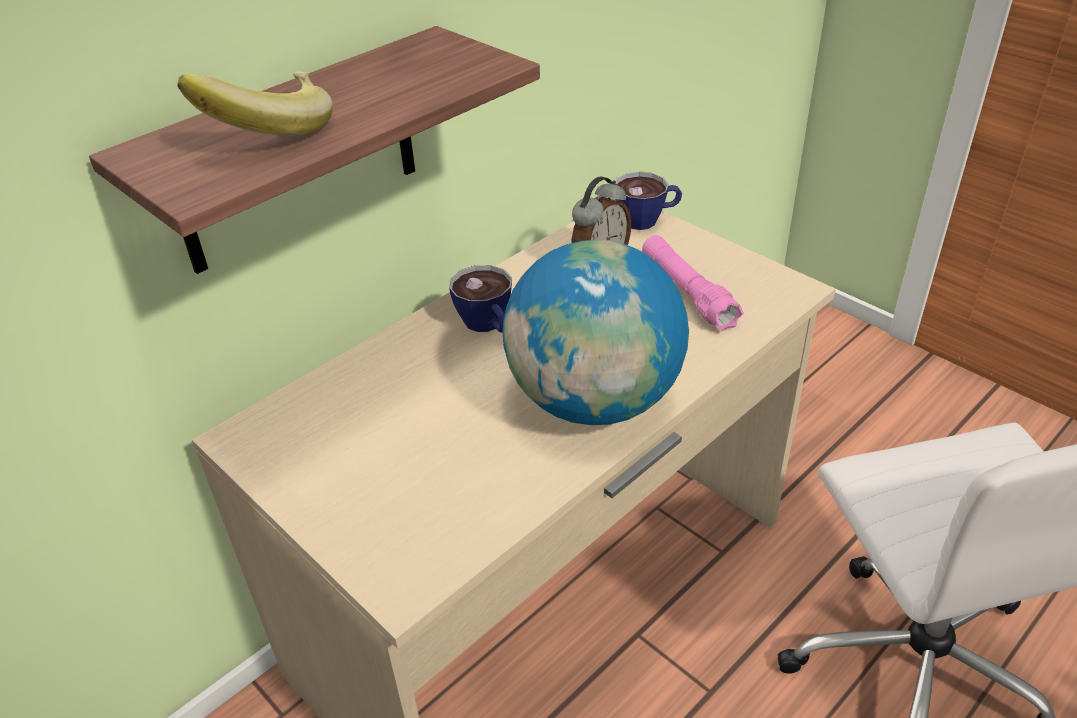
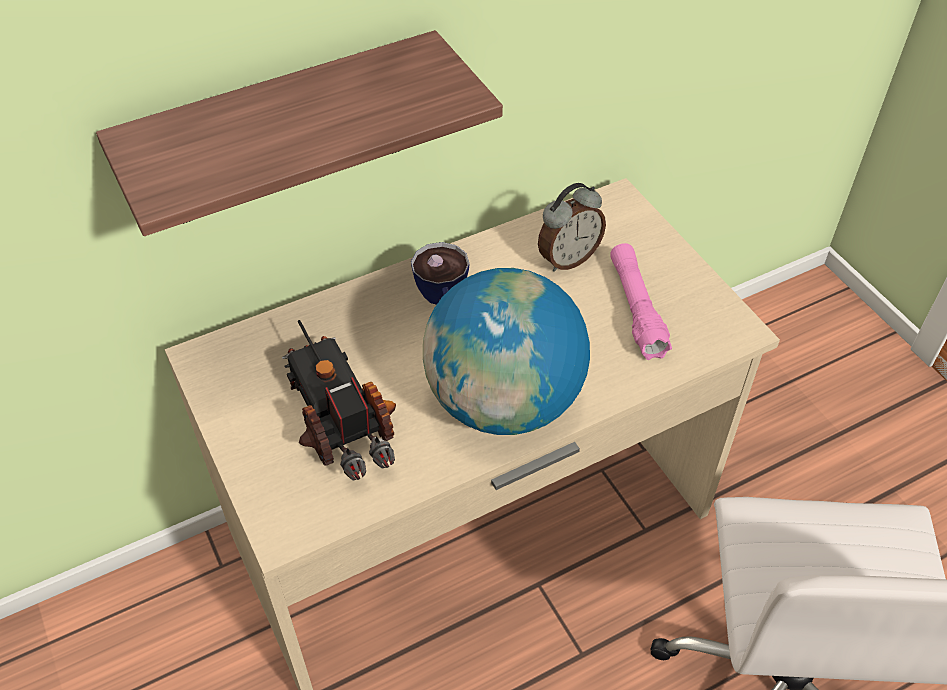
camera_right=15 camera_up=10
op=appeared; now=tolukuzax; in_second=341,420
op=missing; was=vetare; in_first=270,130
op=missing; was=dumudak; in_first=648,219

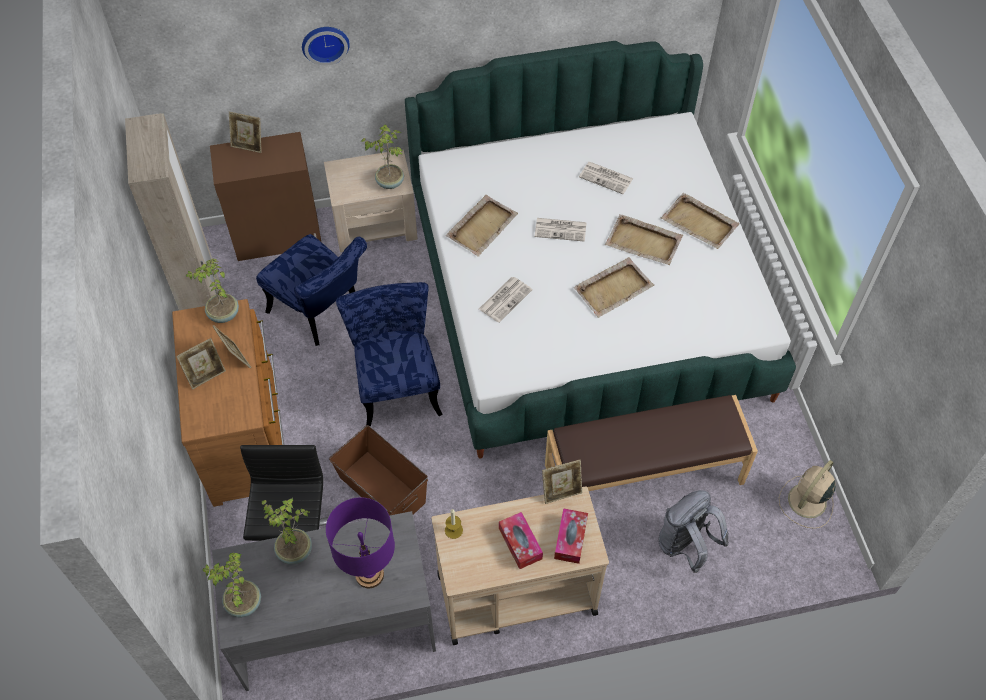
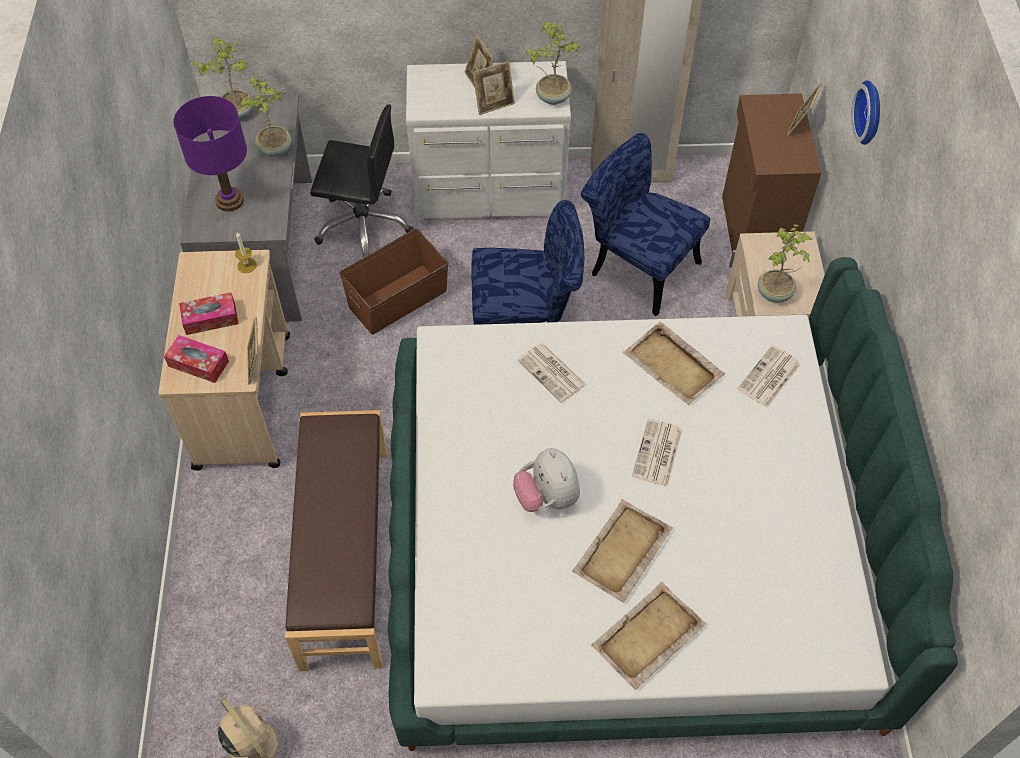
camera_right=100 camera_up=0
op=colour; was=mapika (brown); now=mapika (white); in_first=246,435; in_second=490,194
op=exchanged; was=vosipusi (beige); now=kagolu; in_first=614,288; in_second=547,497
op=spun; was=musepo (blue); in_first=321,313; in_second=636,265; clockwise=75
op=relocated; was=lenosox; in_first=606,178; in_second=769,377
op=missing; was=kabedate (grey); in_first=685,546

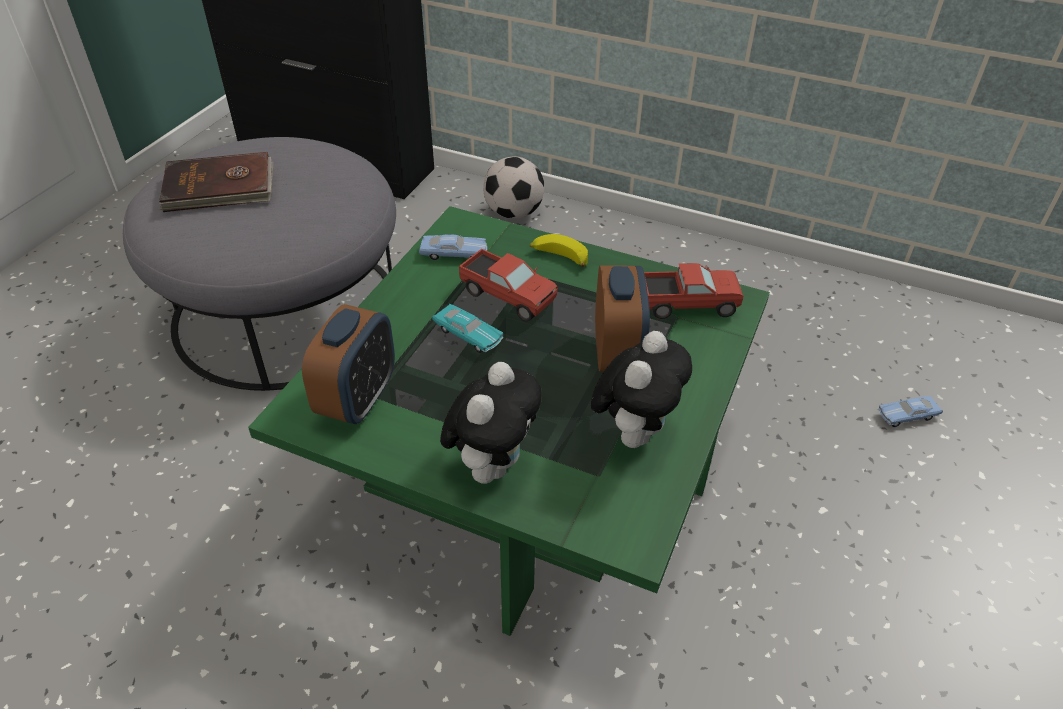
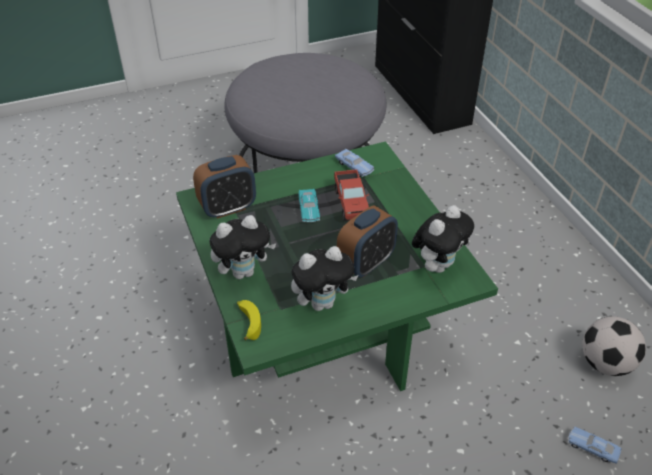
camera_right=45 camera_up=0
op=relocated; was=vetare; in_first=558,257; in_second=248,322
op=exchanged; was=tolukuzax; now=kagolu; in_first=687,305; in_second=438,265
op=relocated; was=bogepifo; in_first=513,213; in_second=605,363
op=missing; was=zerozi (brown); in_first=220,187

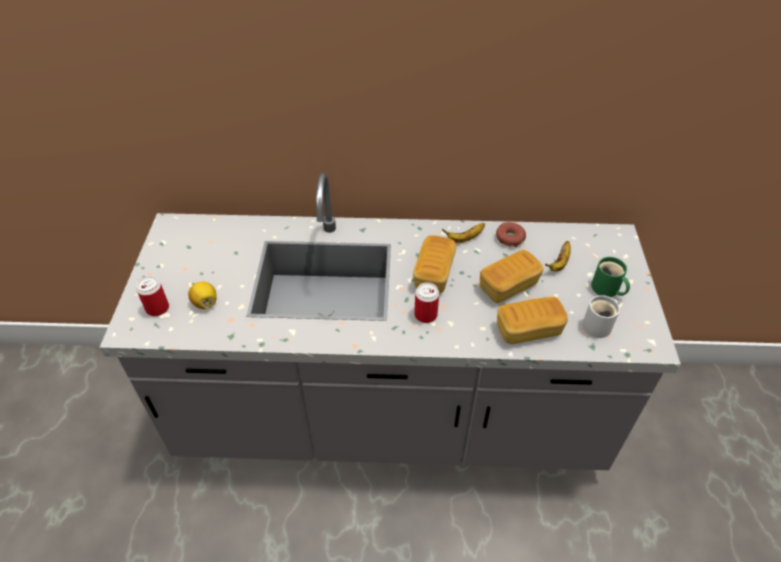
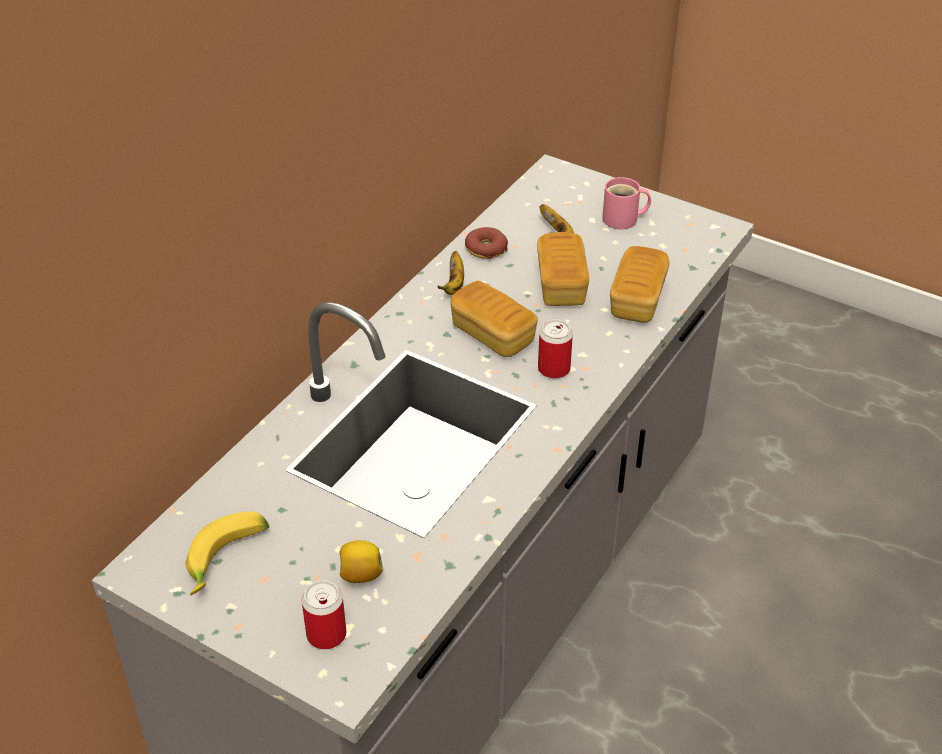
camera_right=-60 camera_up=-5
op=appeared; now=vetare; in_second=228,560
op=colour; was=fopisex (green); now=fopisex (pink); in_first=606,289; in_second=623,219
op=missing; was=fopisex (white); in_first=599,326

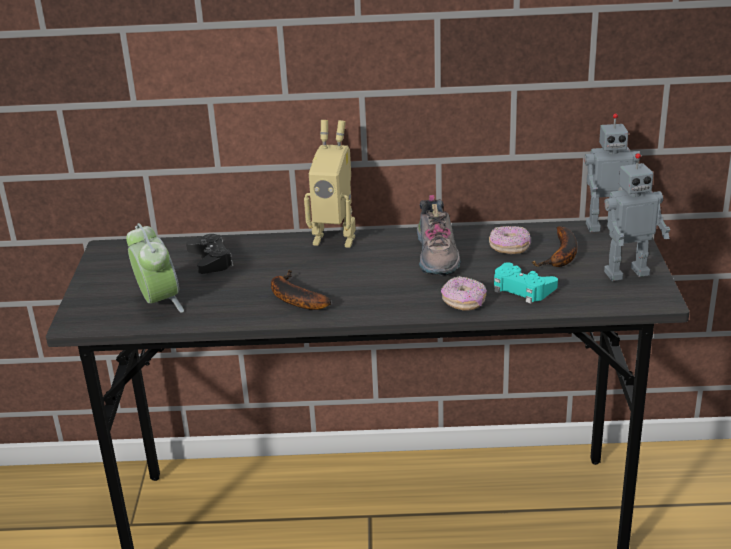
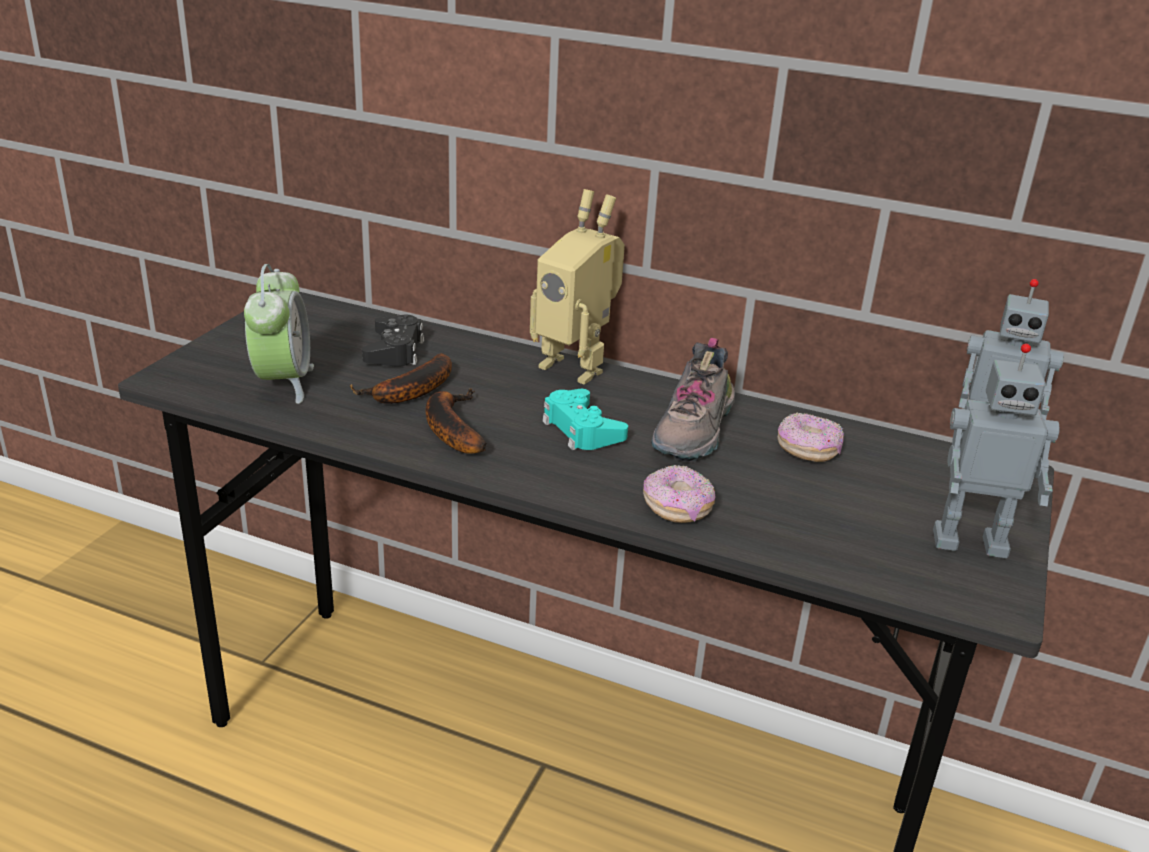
camera_right=20 camera_up=0
op=relocated; was=vetare; in_first=561,256; in_second=410,392
op=relocated; was=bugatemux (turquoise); in_first=522,289; in_second=581,429

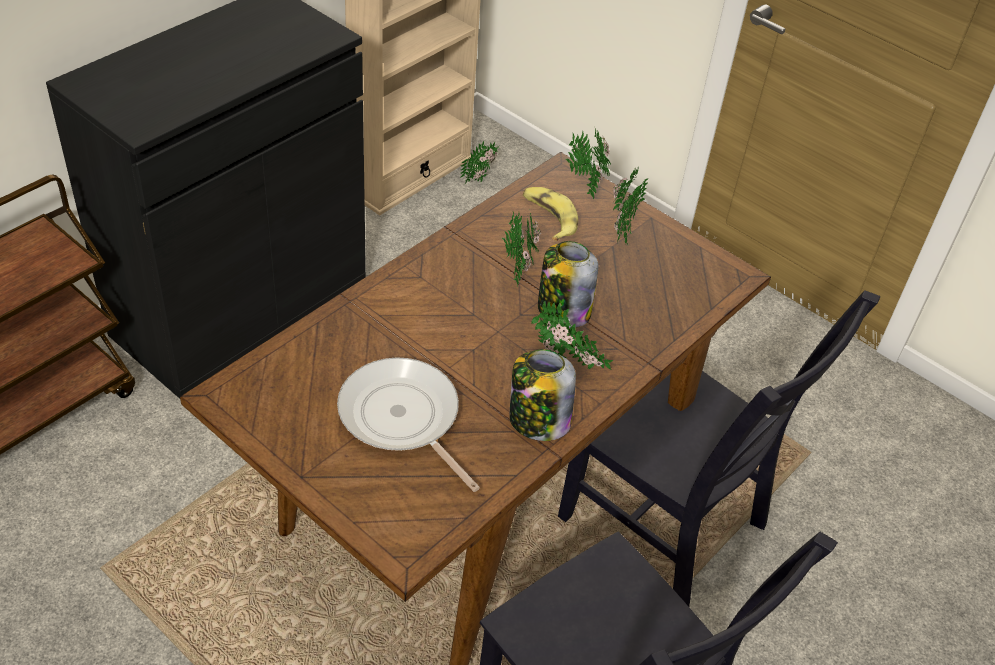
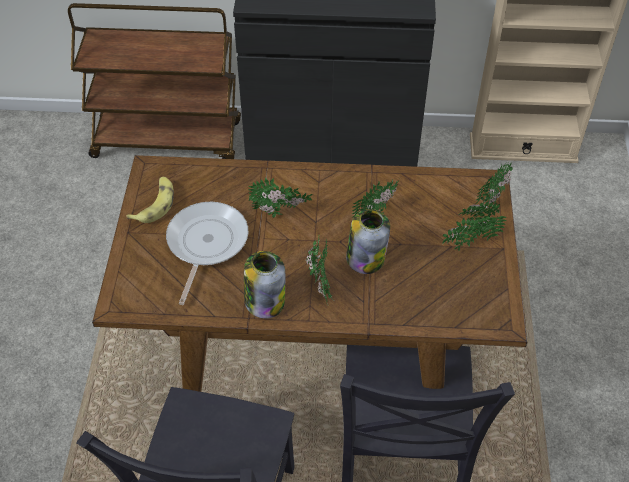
camera_right=55 camera_up=5
op=relocated; was=vetare; in_first=548,218; in_second=155,204
op=relocated; was=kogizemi; in_first=481,178; in_second=280,214

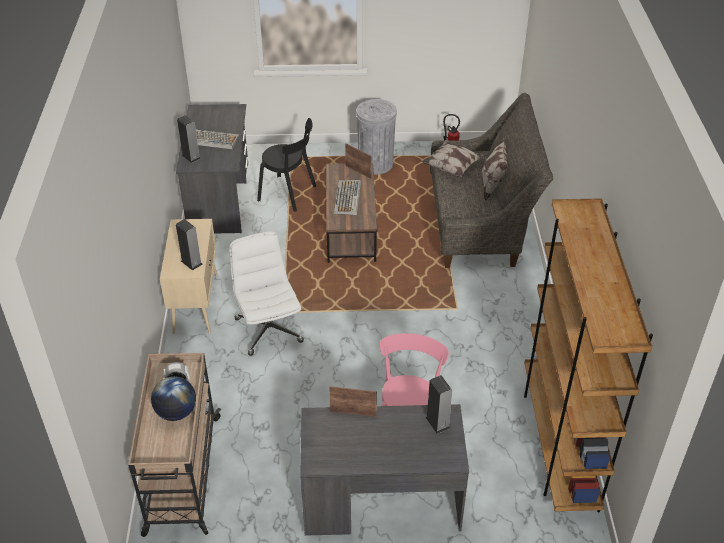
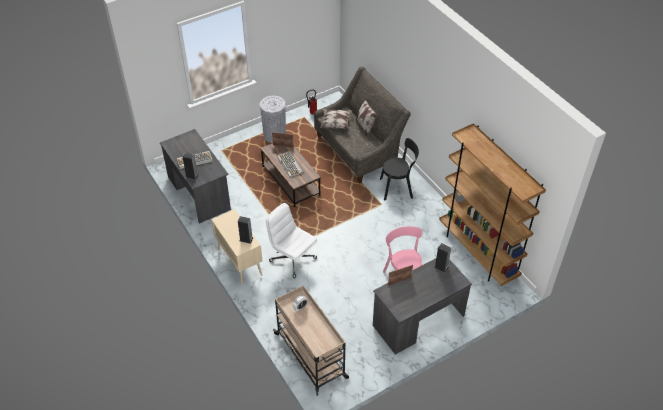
camera_right=-30 camera_up=5
op=relocated; was=musepo (black); in_first=289,194; in_second=398,188
op=missing; was=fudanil; in_first=176,412

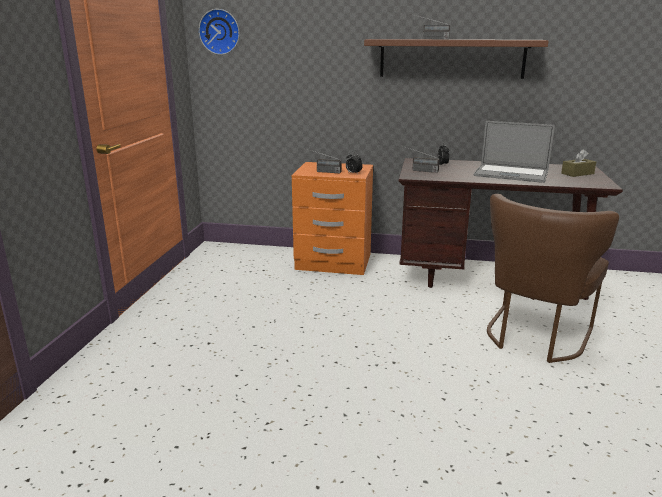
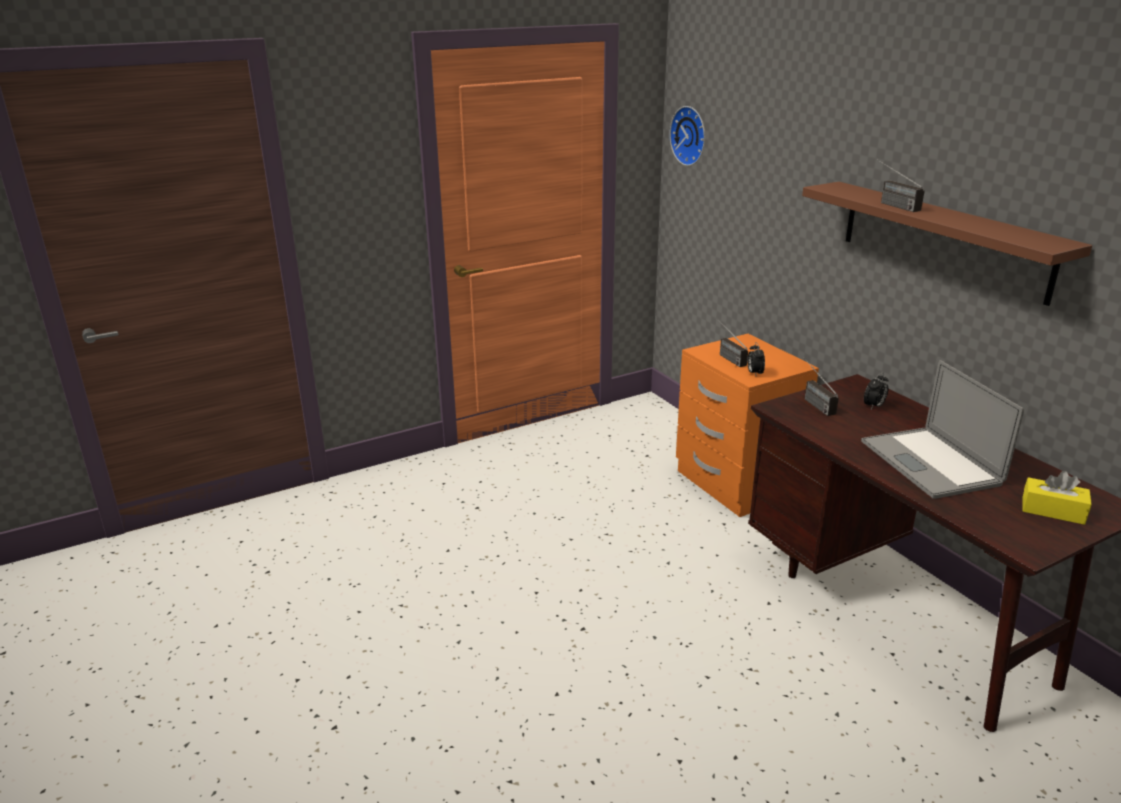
camera_right=50 camera_up=5
op=colour; was=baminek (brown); now=baminek (yellow); in_first=577,173; in_second=1052,510
op=missing; was=musepo (brown); in_first=534,337

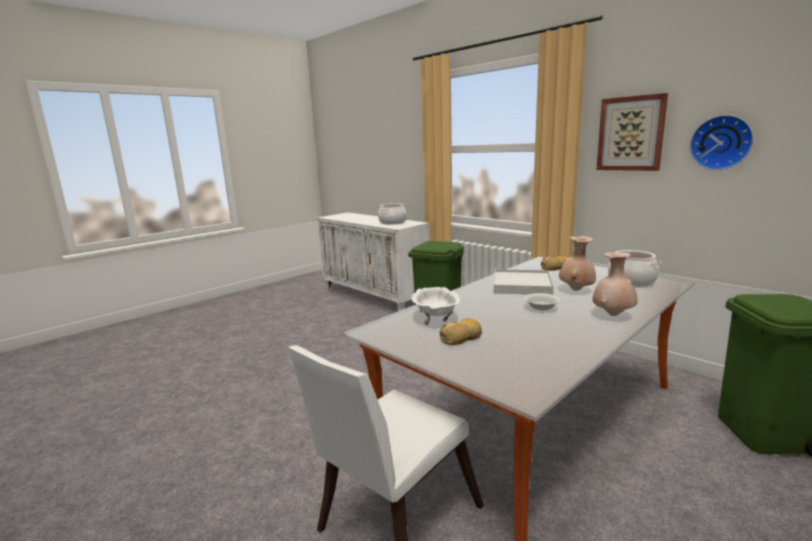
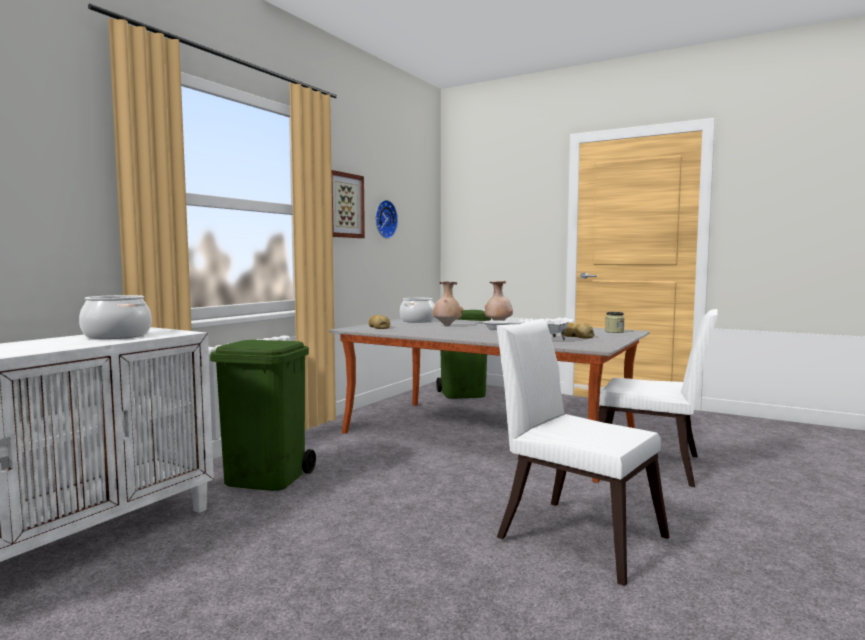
camera_right=-105 camera_up=-10
op=appeared; now=musepo (white); in_second=573,534
op=appeared; now=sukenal; in_second=614,331
op=missing; was=vosipusi (white); in_first=521,285

